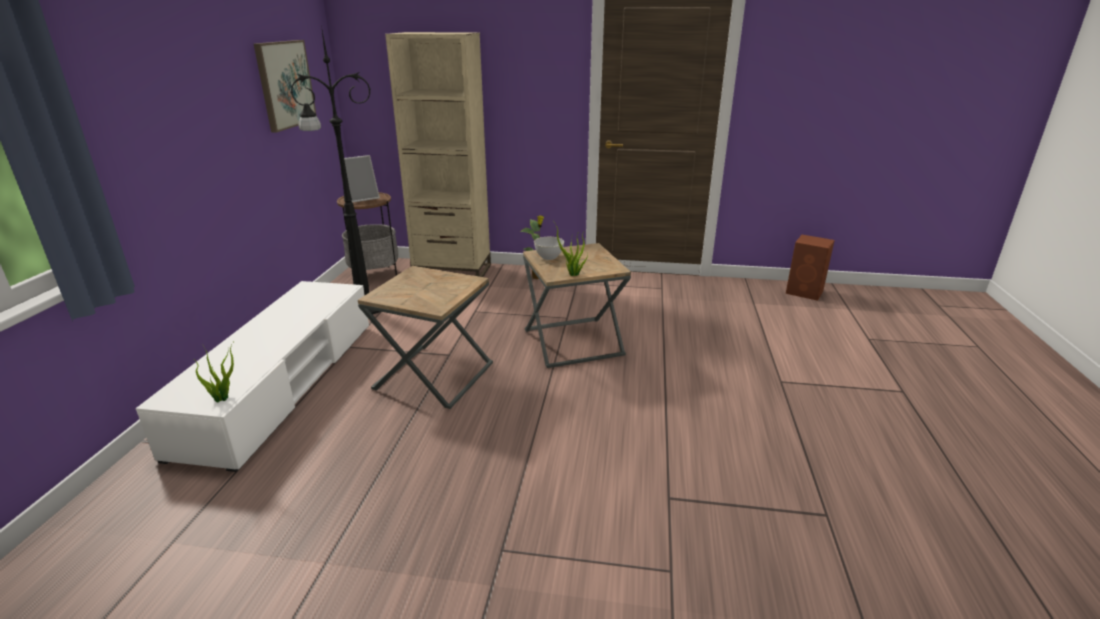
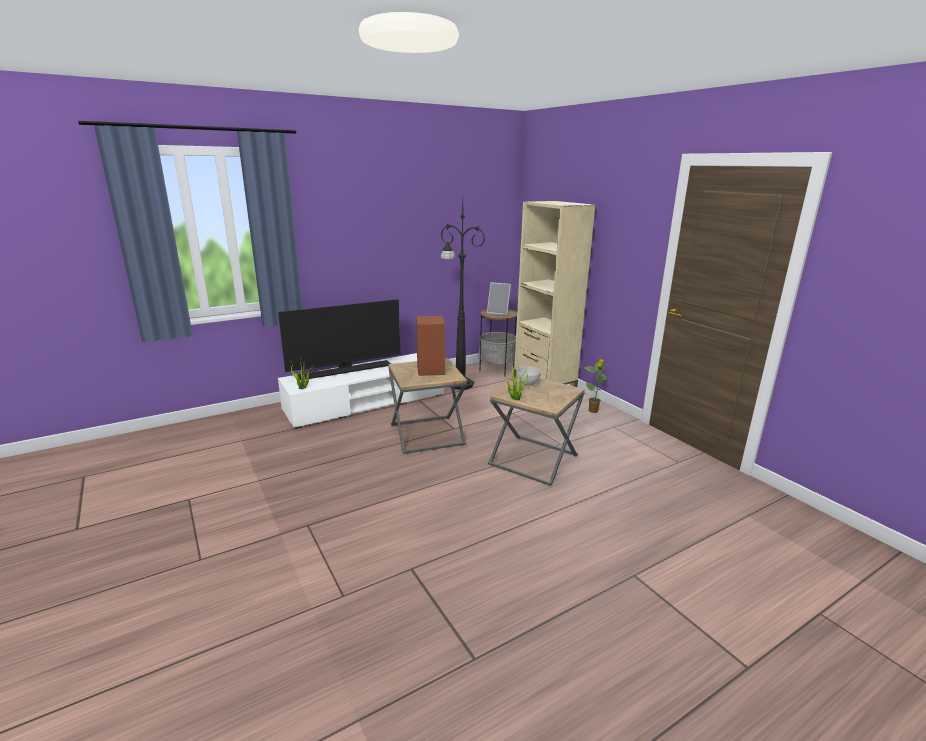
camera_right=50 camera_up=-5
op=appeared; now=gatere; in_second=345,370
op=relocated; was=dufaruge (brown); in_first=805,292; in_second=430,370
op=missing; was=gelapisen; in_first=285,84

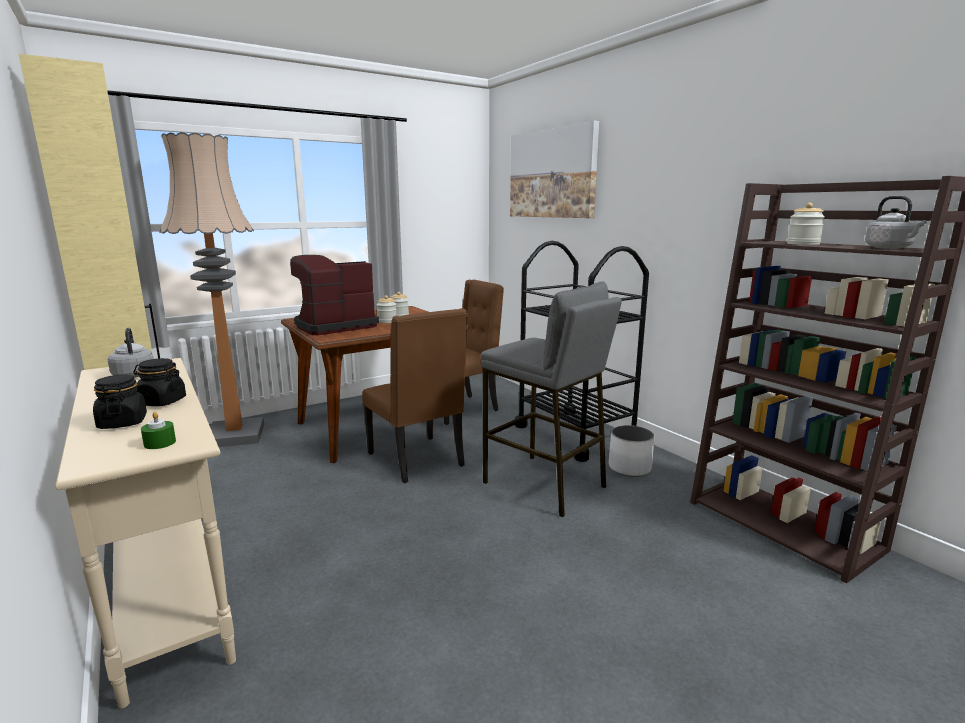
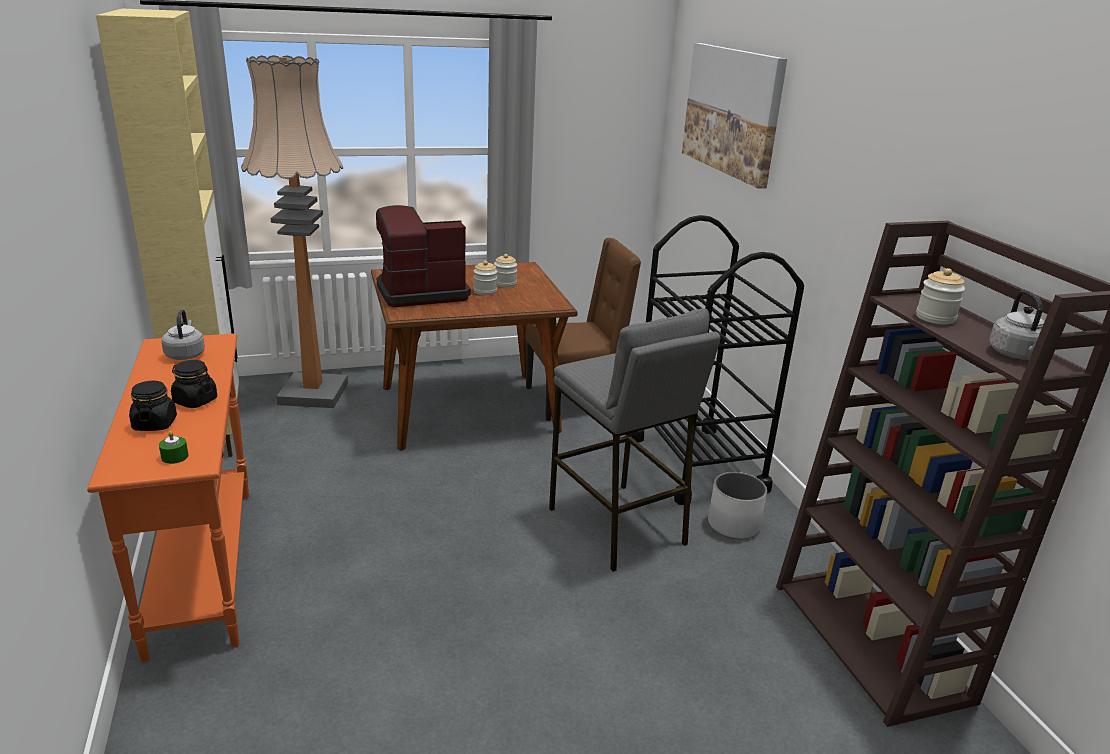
camera_right=15 camera_up=10
op=colour; was=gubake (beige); now=gubake (orange); in_first=169,593; in_second=203,566
op=missing; was=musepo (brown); in_first=418,460

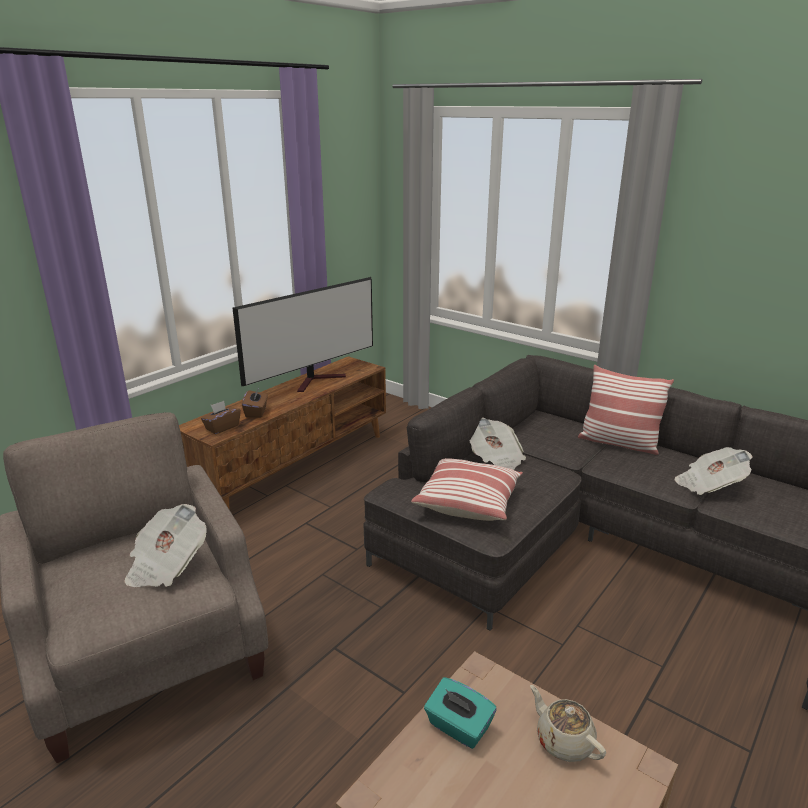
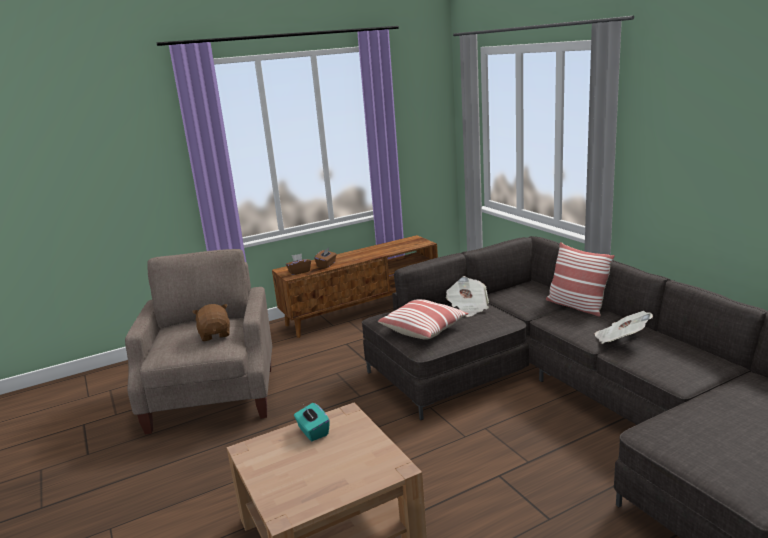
camera_right=25 camera_up=-5
op=exchanged; was=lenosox; now=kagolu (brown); in_first=166,565; in_second=215,334
op=missing; was=gatere; in_first=317,380
op=missing; was=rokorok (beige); in_first=563,741

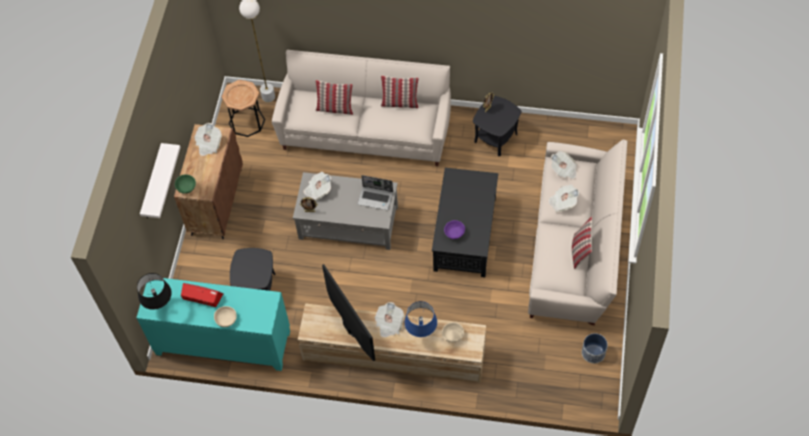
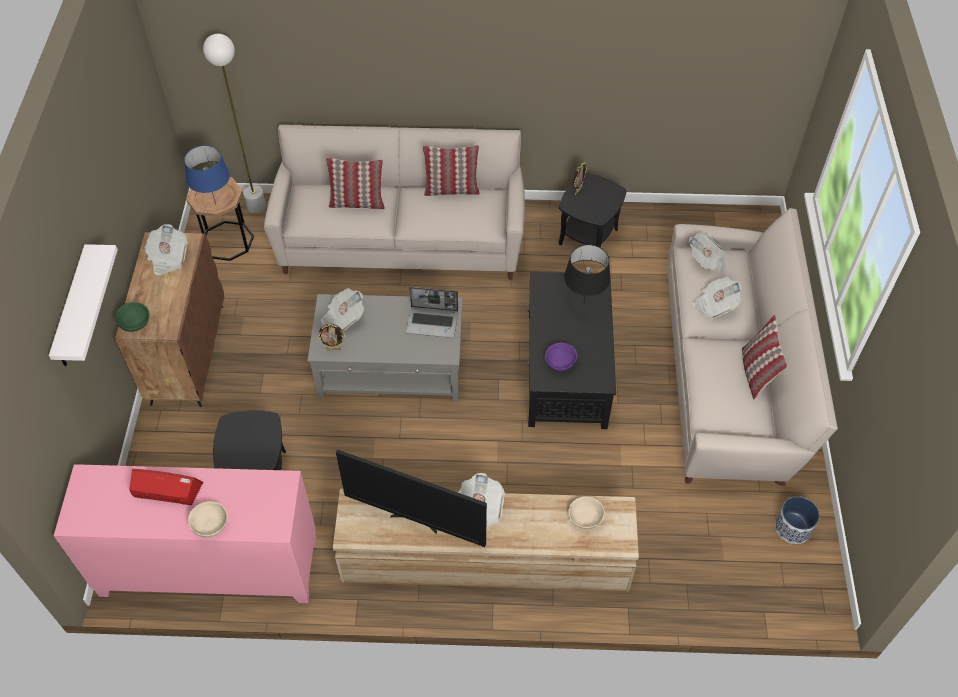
camera_right=-10 camera_up=-5
op=colour; was=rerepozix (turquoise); now=rerepozix (pink); in_first=223,343; in_second=209,567
op=relocated; was=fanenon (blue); in_first=421,335; in_second=215,204
op=spun; was=gatere; in_first=349,327; in_second=416,520; clockwise=150
op=relocated; was=fanenon (black); in_first=161,307; in_second=584,303

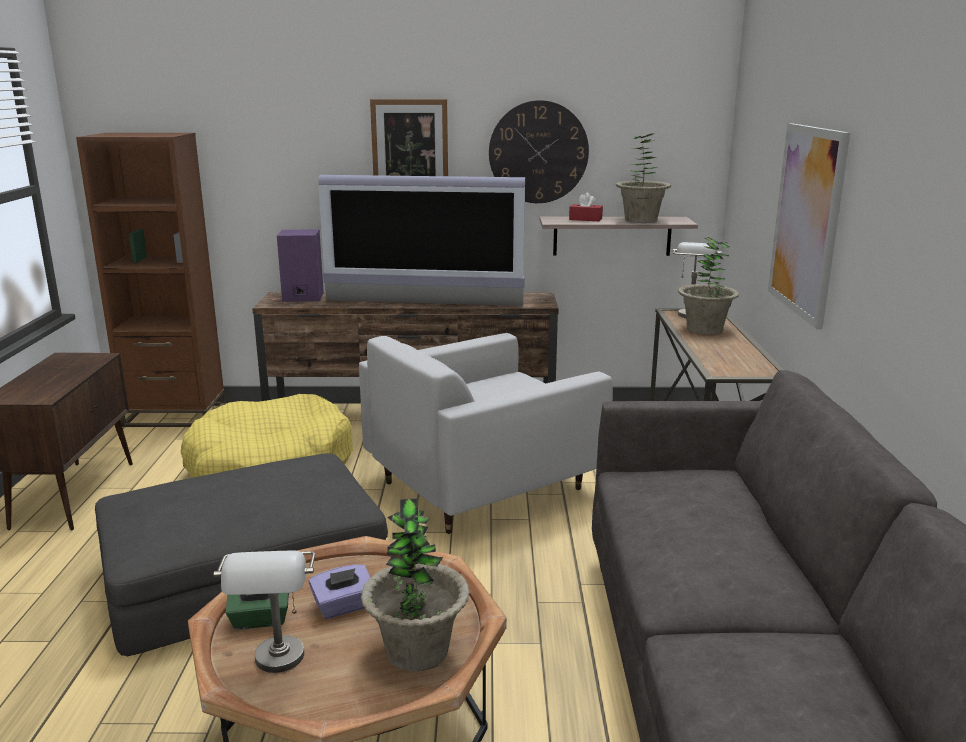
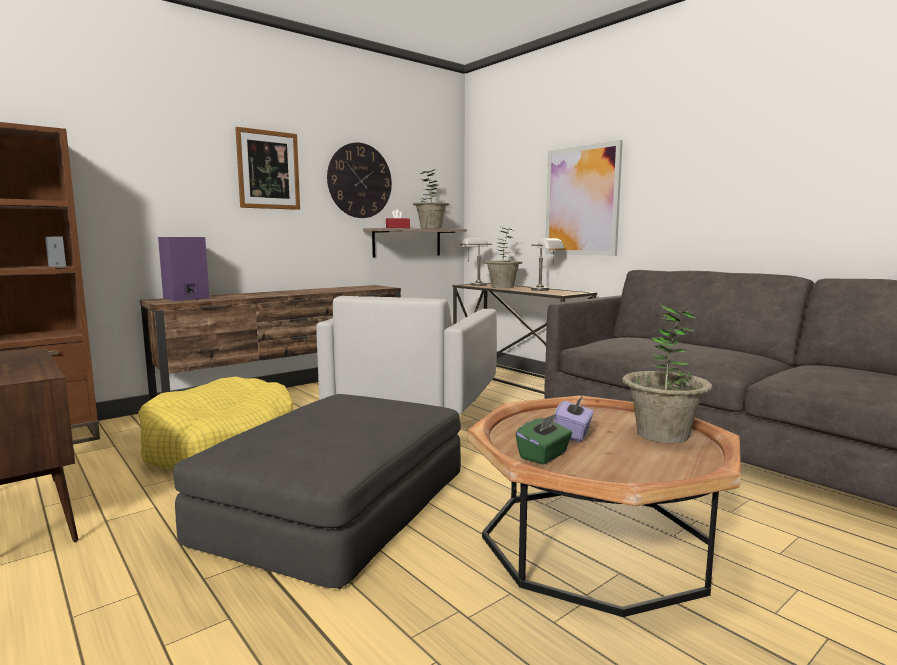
camera_right=-40 camera_up=-10
op=relocated; was=fanenon (grey); in_first=278,668; in_second=545,290
op=missing; was=gatere; in_first=423,303

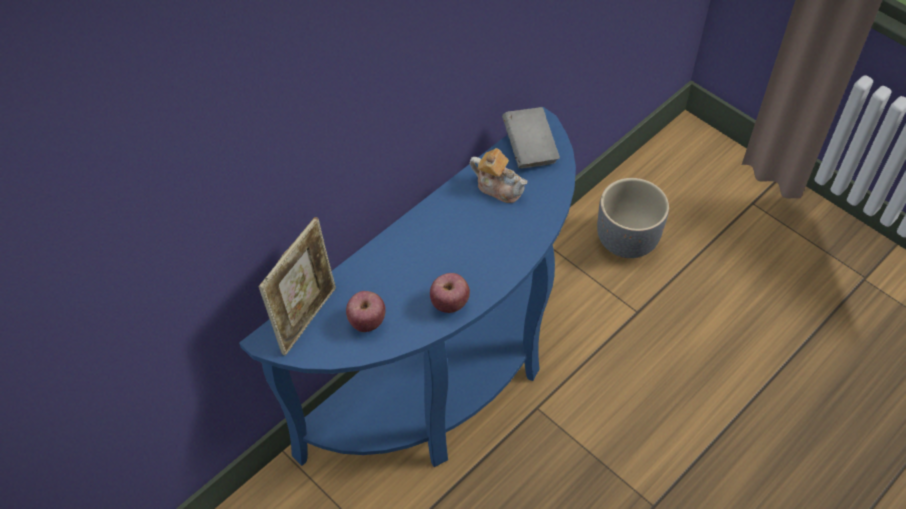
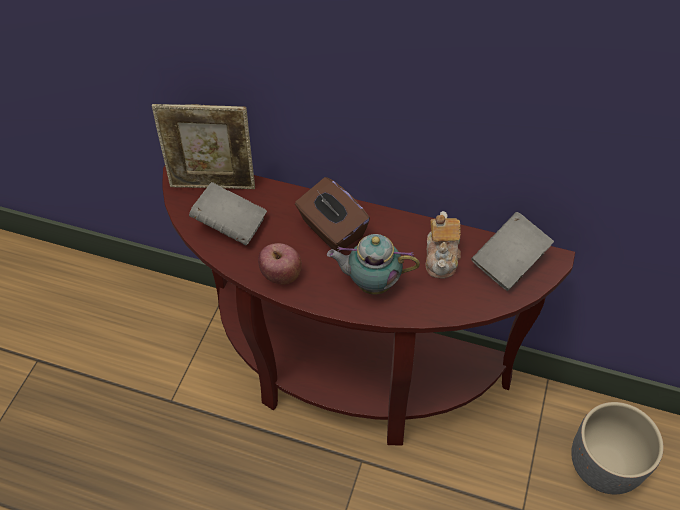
camera_right=65 camera_up=0
op=colour; was=gubake (blue); now=gubake (brown); in_first=446,382; in_second=347,375
op=exchanged; was=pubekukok; now=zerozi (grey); in_first=367,322; in_second=231,225
op=appeared; now=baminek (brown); in_second=332,229
op=appeared; now=rokorok; in_second=371,283

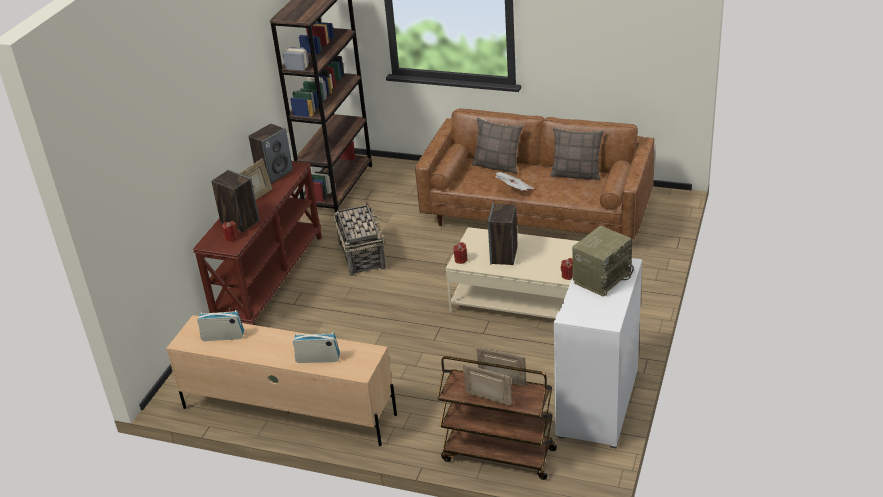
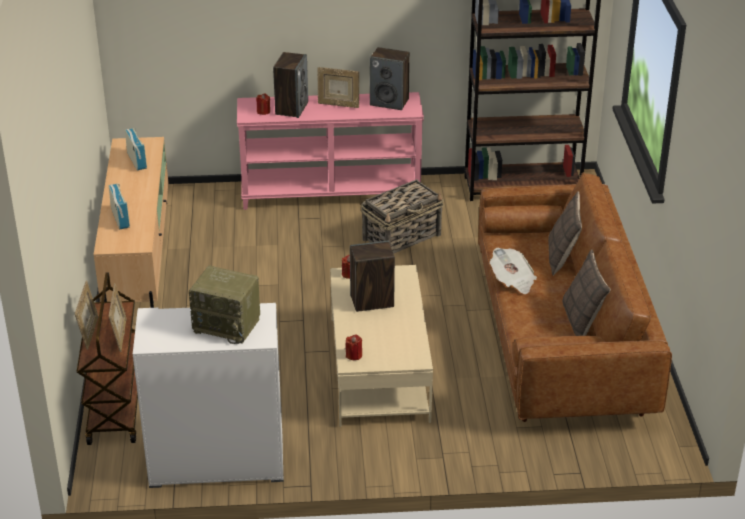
camera_right=65 camera_up=0
op=colour; was=gubake (brown); now=gubake (pink); in_first=269,279; in_second=331,193

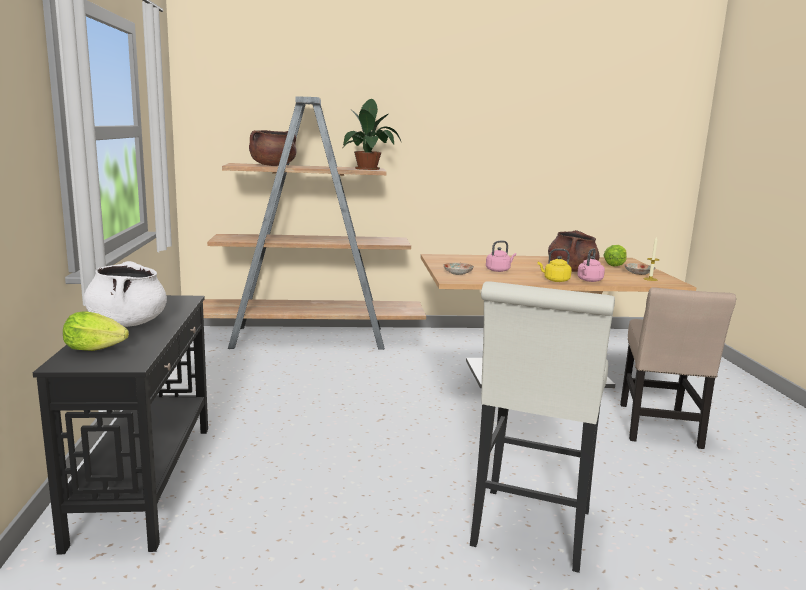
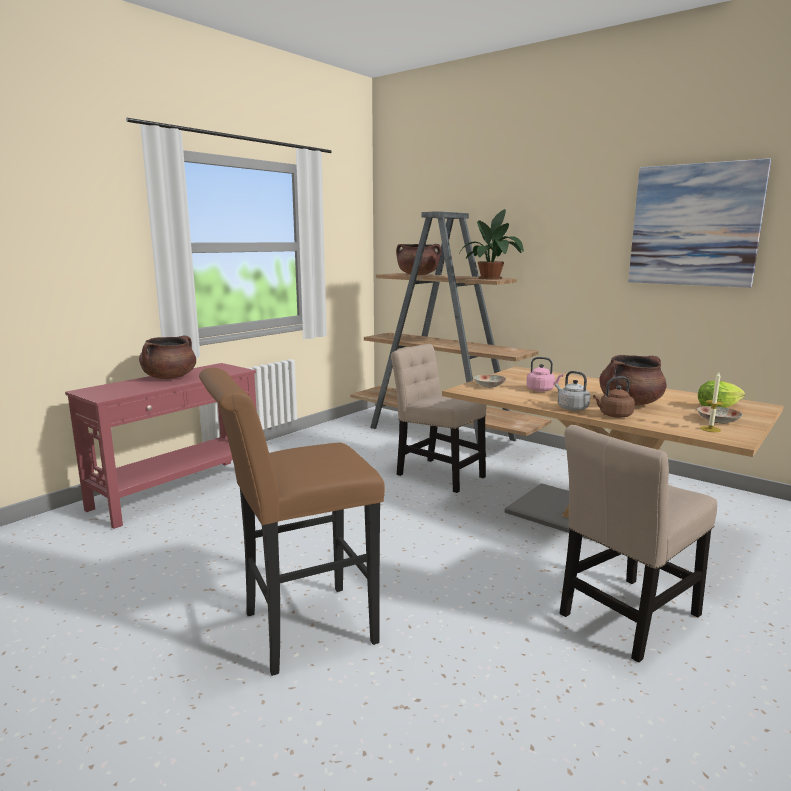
camera_right=45 camera_up=0
op=colour; was=gubake (black); now=gubake (red); in_first=146,480; in_second=179,491
op=colour; was=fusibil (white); now=fusibil (brown); in_first=127,323; in_second=170,377
op=colour; was=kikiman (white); now=kikiman (brown); in_first=529,534; in_second=299,630
op=appeared; now=musepo (beige); in_second=437,474
op=colour; was=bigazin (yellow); now=bigazin (grey); in_first=555,280; in_second=571,408
op=colour; was=bigazin (pink); now=bigazin (brown); in_first=589,280; in_second=614,415
op=appeared; now=gelapisen; in_second=694,225
op=missing; was=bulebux; in_first=94,349

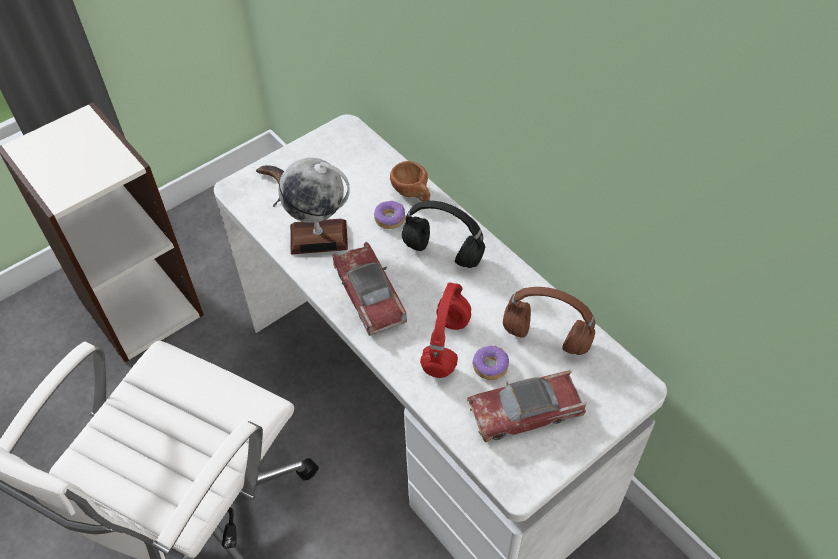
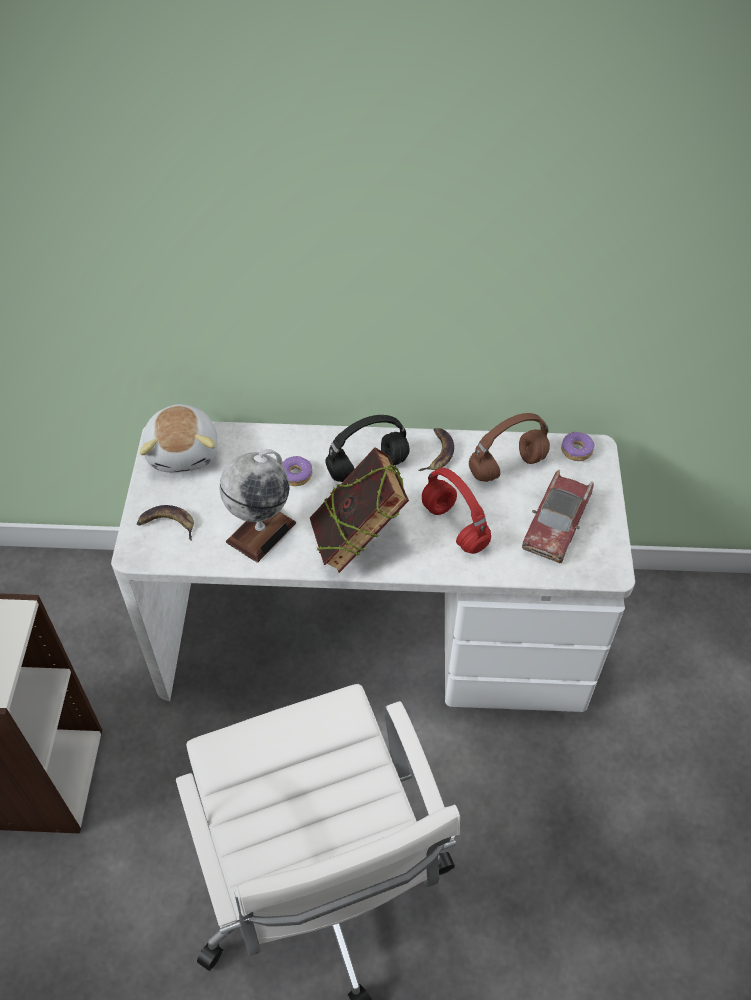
camera_right=-50 camera_up=0
op=appeared; now=kagolu; in_second=184,451
op=exchanged; was=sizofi; now=zerozi; in_first=369,295; in_second=357,539
op=appeared; now=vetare; in_second=438,452
op=relocated; was=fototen; in_first=490,366; in_second=576,450
op=missing; was=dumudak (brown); in_first=413,193

